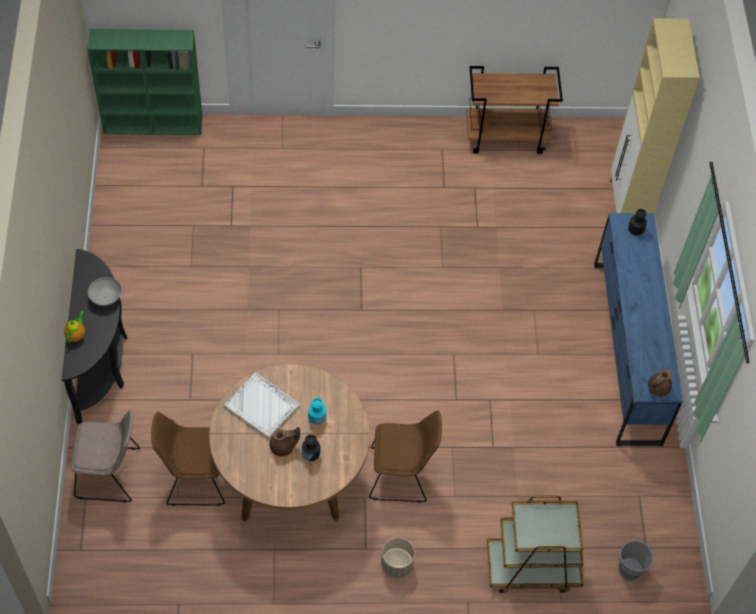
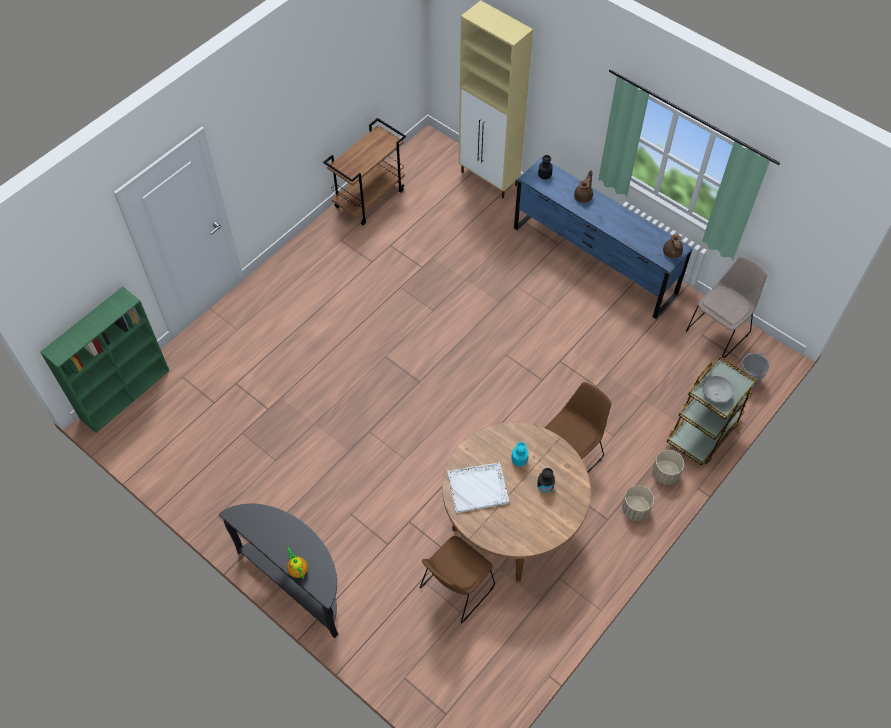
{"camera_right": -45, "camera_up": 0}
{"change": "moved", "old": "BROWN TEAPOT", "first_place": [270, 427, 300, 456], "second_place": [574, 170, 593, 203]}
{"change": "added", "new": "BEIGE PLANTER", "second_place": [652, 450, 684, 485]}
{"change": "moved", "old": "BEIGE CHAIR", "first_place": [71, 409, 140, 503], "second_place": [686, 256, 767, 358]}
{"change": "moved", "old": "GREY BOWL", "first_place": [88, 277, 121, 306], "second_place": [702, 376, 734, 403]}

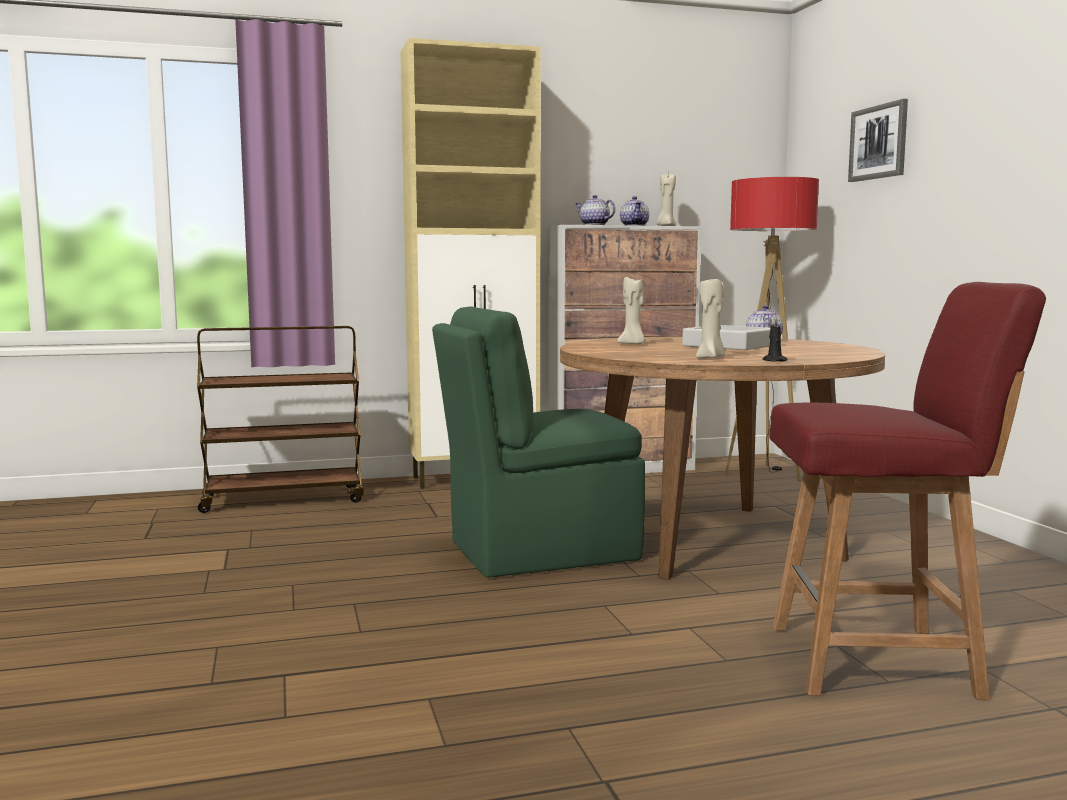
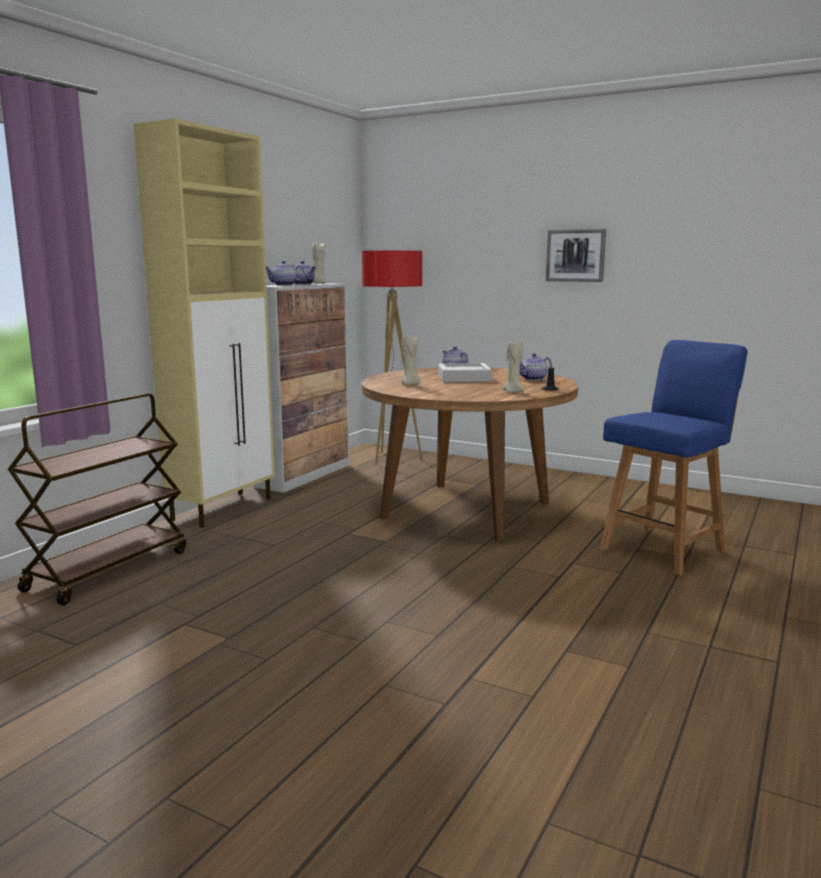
{"camera_right": -45, "camera_up": 5}
{"change": "added", "new": "TEAPOT", "second_place": [520, 353, 551, 381]}
{"change": "moved", "old": "PICTURE", "first_place": [848, 99, 908, 182], "second_place": [546, 229, 606, 282]}
{"change": "recoloured", "old": "RED CHAIR", "new": "BLUE CHAIR", "first_place": [769, 282, 1046, 700], "second_place": [600, 340, 748, 575]}
{"change": "removed", "old": "GREEN CHAIR", "first_place": [432, 306, 645, 578]}

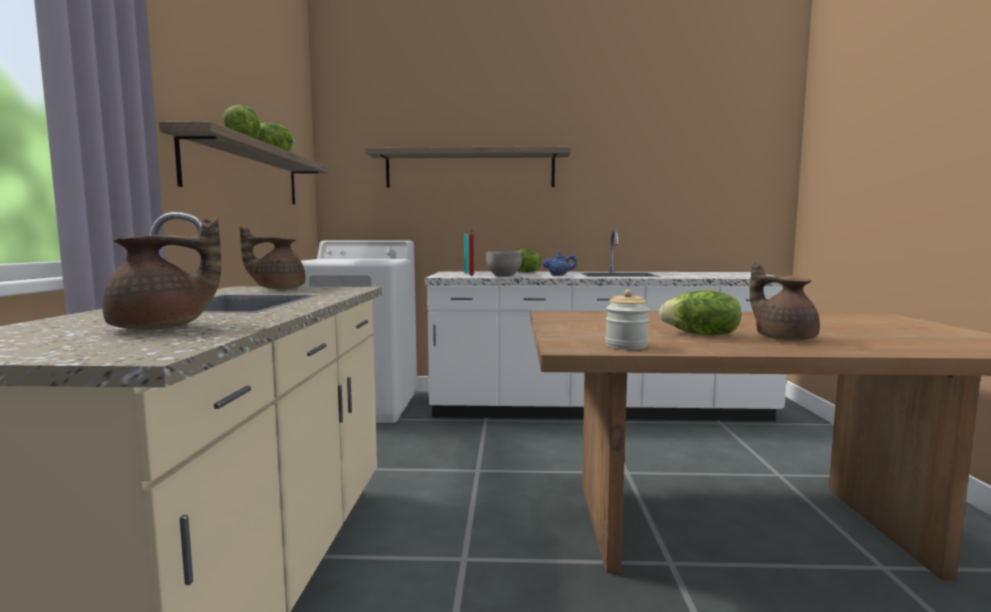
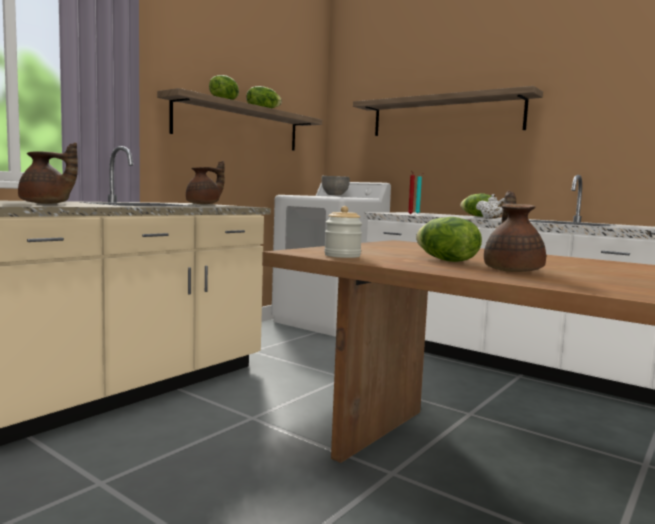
{"camera_right": 35, "camera_up": 0}
{"change": "turned", "old": "BROWN TEAPOT", "first_place": [240, 226, 305, 289], "second_place": [186, 161, 224, 204], "degrees": 120}
{"change": "moved", "old": "GREY BOWL", "first_place": [486, 251, 522, 276], "second_place": [321, 176, 350, 195]}
{"change": "recoloured", "old": "BLUE TEAPOT", "new": "WHITE TEAPOT", "first_place": [542, 251, 577, 276], "second_place": [476, 194, 504, 219]}

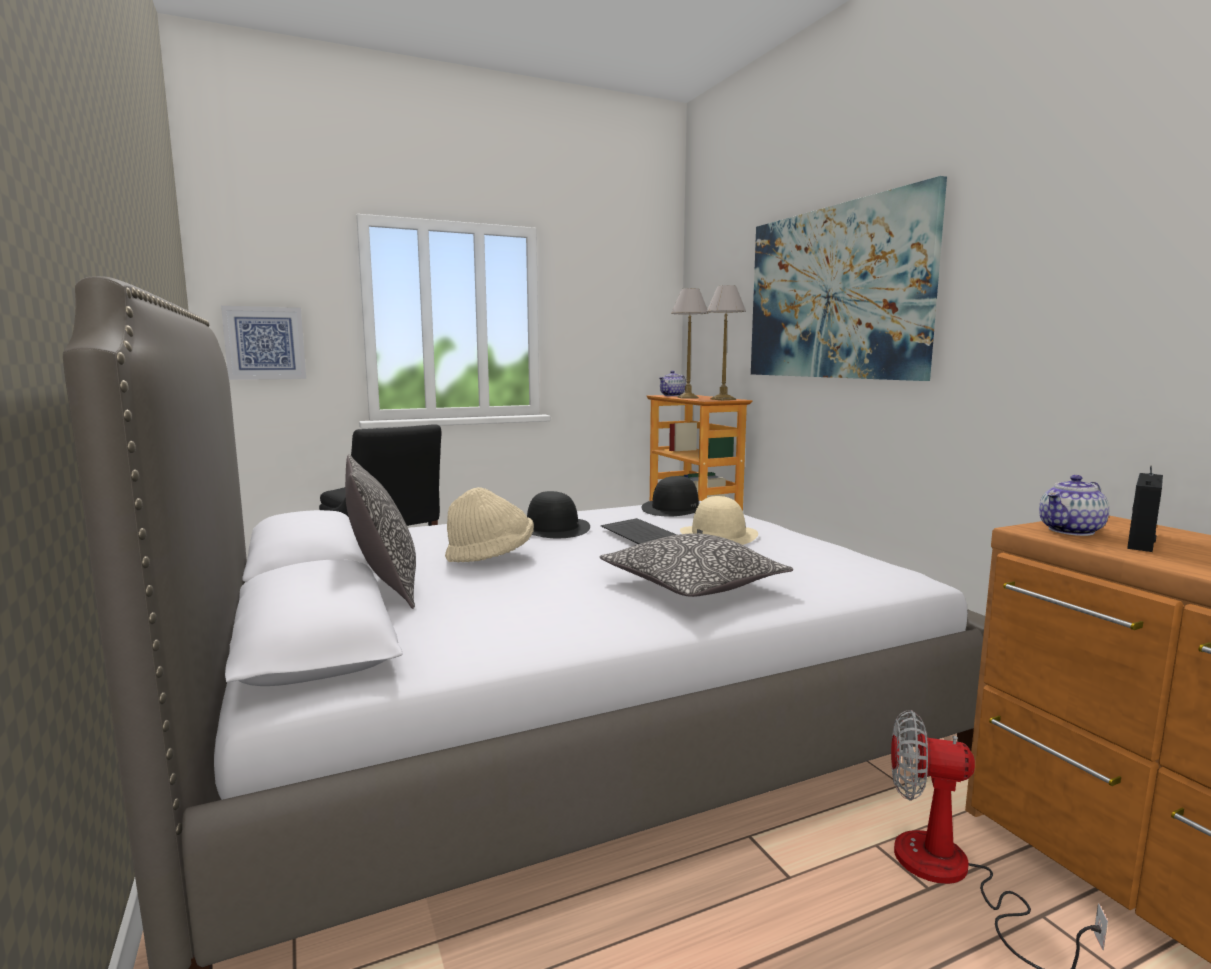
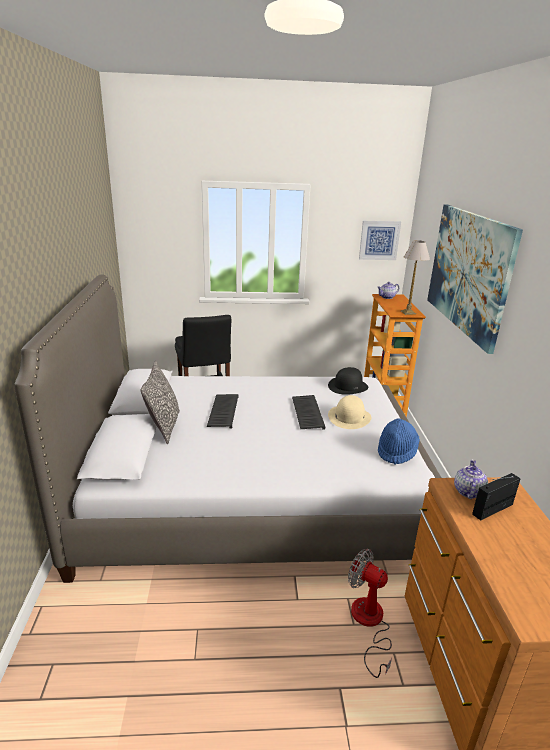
{"camera_right": 20, "camera_up": 15}
{"change": "replaced", "old": "BEIGE HAT", "new": "KEYBOARD", "first_place": [445, 487, 534, 562], "second_place": [207, 394, 239, 429]}
{"change": "moved", "old": "PICTURE", "first_place": [221, 306, 306, 380], "second_place": [359, 221, 401, 260]}
{"change": "added", "new": "BLUE HAT", "second_place": [378, 418, 420, 464]}
{"change": "turned", "old": "TEAPOT", "first_place": [1039, 475, 1109, 536], "second_place": [454, 459, 488, 499], "degrees": 120}
{"change": "removed", "old": "BLACK HAT", "first_place": [527, 491, 590, 538]}
{"change": "removed", "old": "PILLOW", "first_place": [599, 534, 793, 597]}
{"change": "removed", "old": "TABLE LAMP", "first_place": [671, 288, 709, 399]}

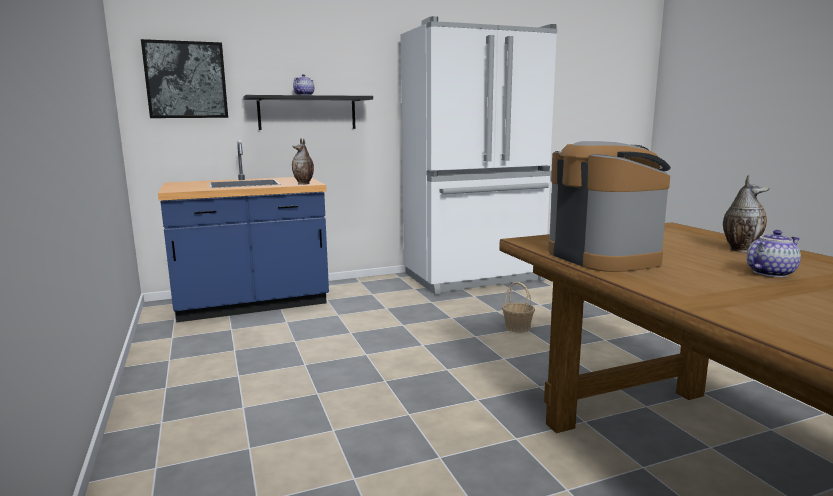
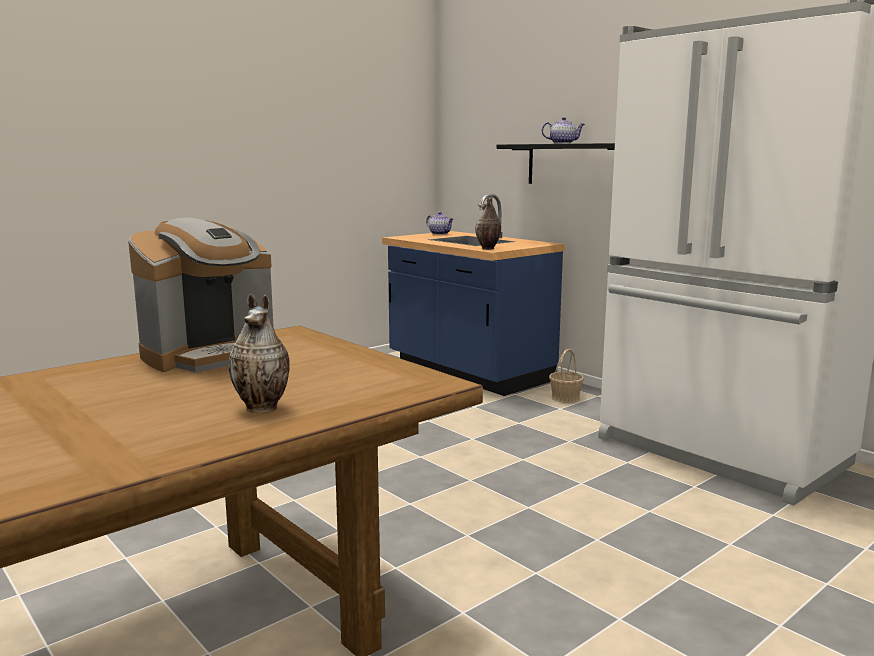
{"camera_right": 70, "camera_up": 0}
{"change": "moved", "old": "TEAPOT", "first_place": [747, 230, 801, 277], "second_place": [426, 212, 454, 235]}
{"change": "moved", "old": "BASKET", "first_place": [502, 282, 535, 333], "second_place": [549, 349, 584, 403]}
{"change": "removed", "old": "PICTURE", "first_place": [141, 39, 228, 118]}

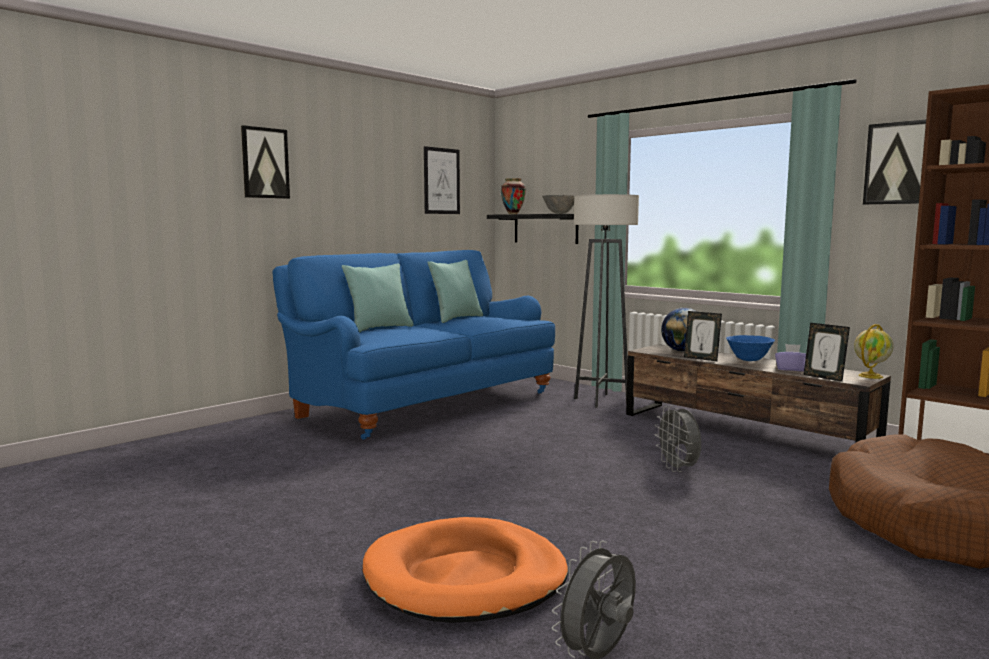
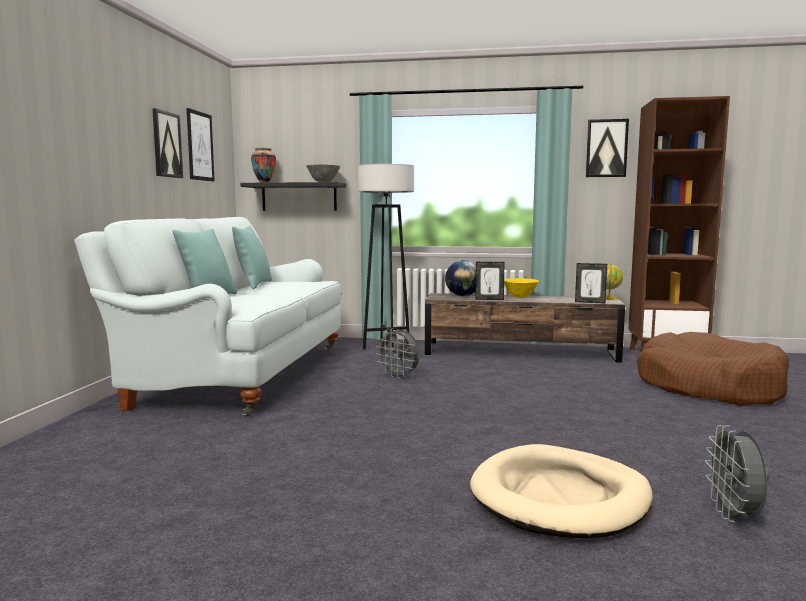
{"camera_right": -35, "camera_up": 0}
{"change": "recoloured", "old": "BLUE SOFA", "new": "WHITE SOFA", "first_place": [273, 250, 555, 440], "second_place": [74, 217, 341, 415]}
{"change": "moved", "old": "PICTURE", "first_place": [241, 125, 290, 199], "second_place": [152, 108, 183, 178]}
{"change": "moved", "old": "GREY FAN", "first_place": [655, 405, 701, 472], "second_place": [376, 328, 420, 378]}
{"change": "recoloured", "old": "ORANGE DOG BED", "new": "BEIGE DOG BED", "first_place": [363, 517, 568, 623], "second_place": [470, 444, 653, 538]}
{"change": "recoloured", "old": "BLUE BOWL", "new": "YELLOW BOWL", "first_place": [726, 335, 775, 361], "second_place": [504, 278, 539, 298]}
{"change": "removed", "old": "PURPLE TISSUE BOX", "first_place": [775, 344, 806, 371]}

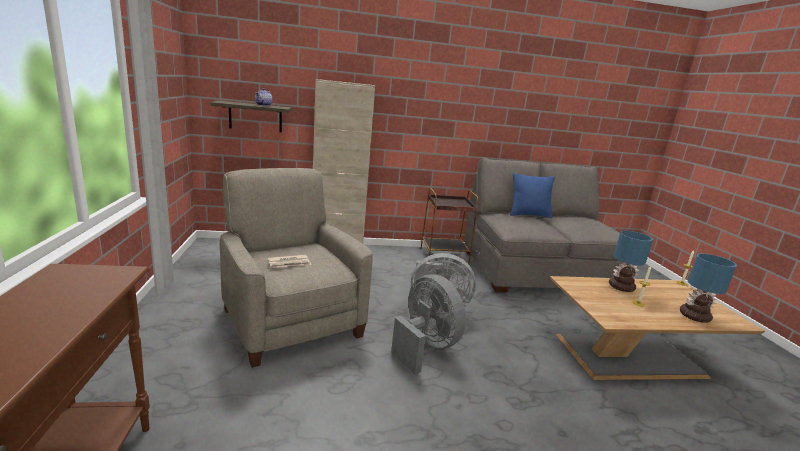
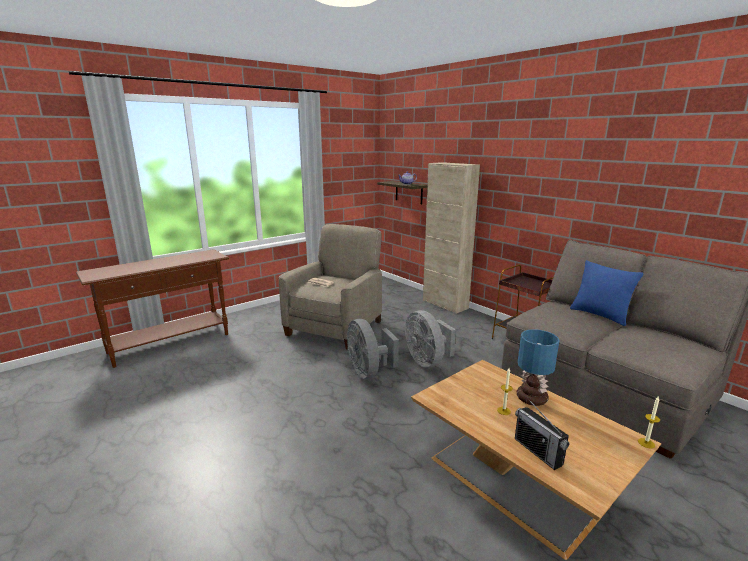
{"camera_right": 60, "camera_up": 0}
{"change": "turned", "old": "GREY FAN", "first_place": [391, 274, 466, 374], "second_place": [347, 319, 399, 379], "degrees": 135}
{"change": "replaced", "old": "TABLE LAMP", "new": "RADIO", "first_place": [680, 253, 737, 323], "second_place": [515, 398, 570, 470]}

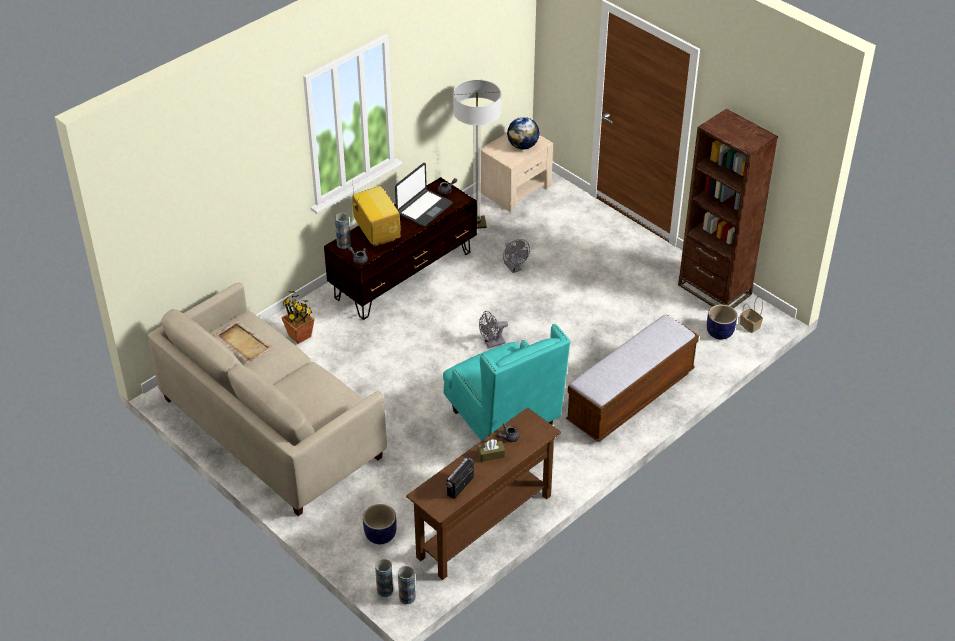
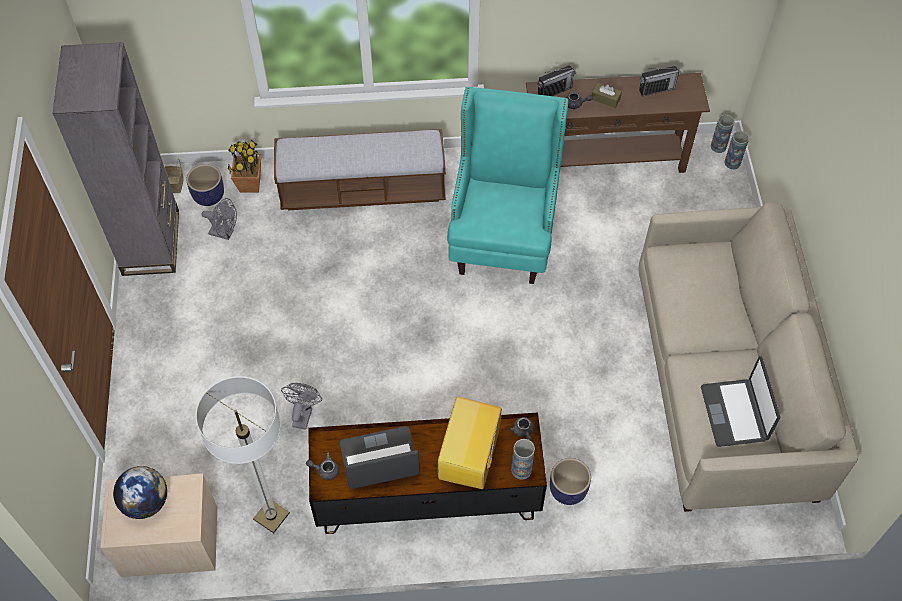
{"camera_right": -140, "camera_up": 15}
{"change": "recoloured", "old": "BROWN BOOKCASE", "new": "GREY BOOKCASE", "first_place": [678, 109, 778, 308], "second_place": [52, 42, 179, 276]}
{"change": "moved", "old": "GREY FAN", "first_place": [479, 311, 508, 348], "second_place": [202, 198, 237, 240]}
{"change": "moved", "old": "POTTED PLANT", "first_place": [281, 291, 315, 344], "second_place": [228, 140, 261, 193]}
{"change": "added", "new": "RADIO", "second_place": [537, 65, 576, 96]}
{"change": "moved", "old": "PLANTER", "first_place": [363, 504, 397, 544], "second_place": [550, 458, 591, 505]}
{"change": "replaced", "old": "BEIGE TRAY", "new": "LAPTOP", "first_place": [214, 320, 274, 363], "second_place": [701, 356, 780, 447]}

